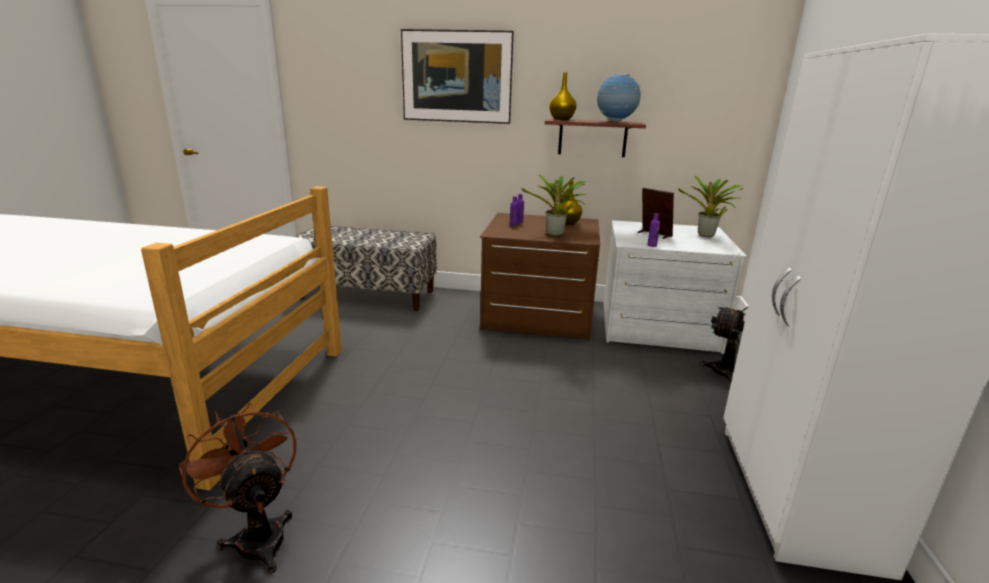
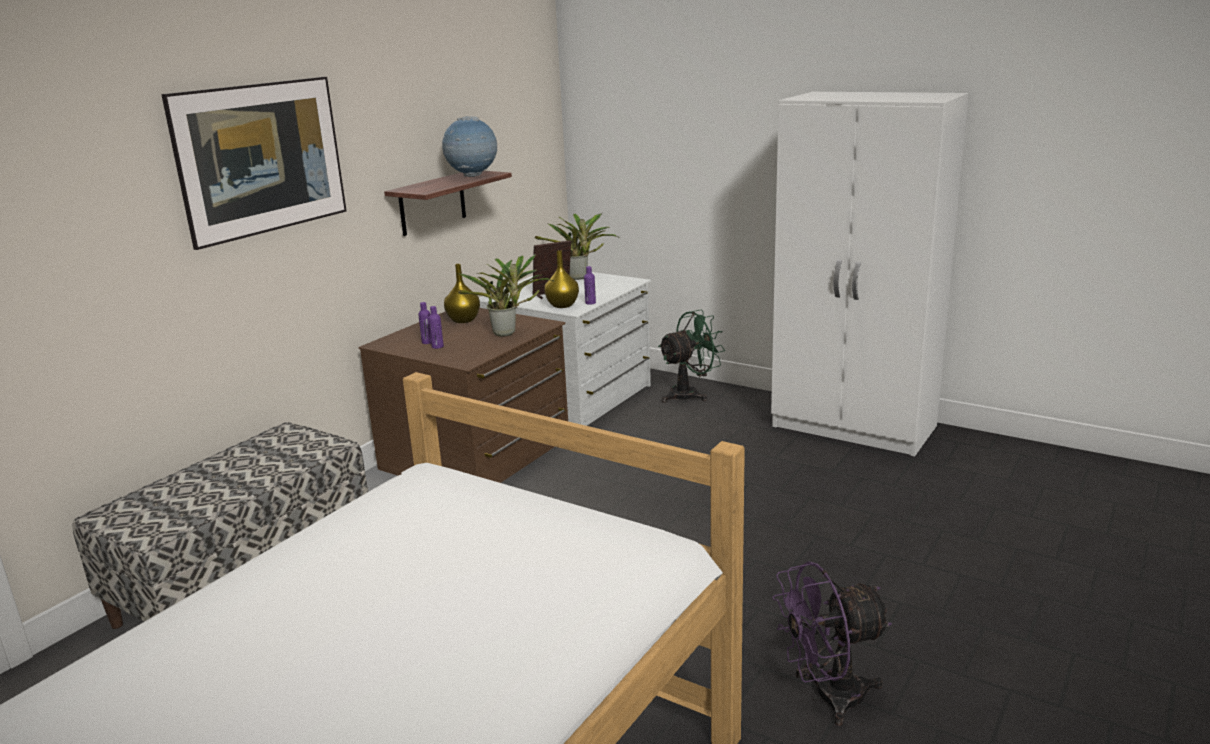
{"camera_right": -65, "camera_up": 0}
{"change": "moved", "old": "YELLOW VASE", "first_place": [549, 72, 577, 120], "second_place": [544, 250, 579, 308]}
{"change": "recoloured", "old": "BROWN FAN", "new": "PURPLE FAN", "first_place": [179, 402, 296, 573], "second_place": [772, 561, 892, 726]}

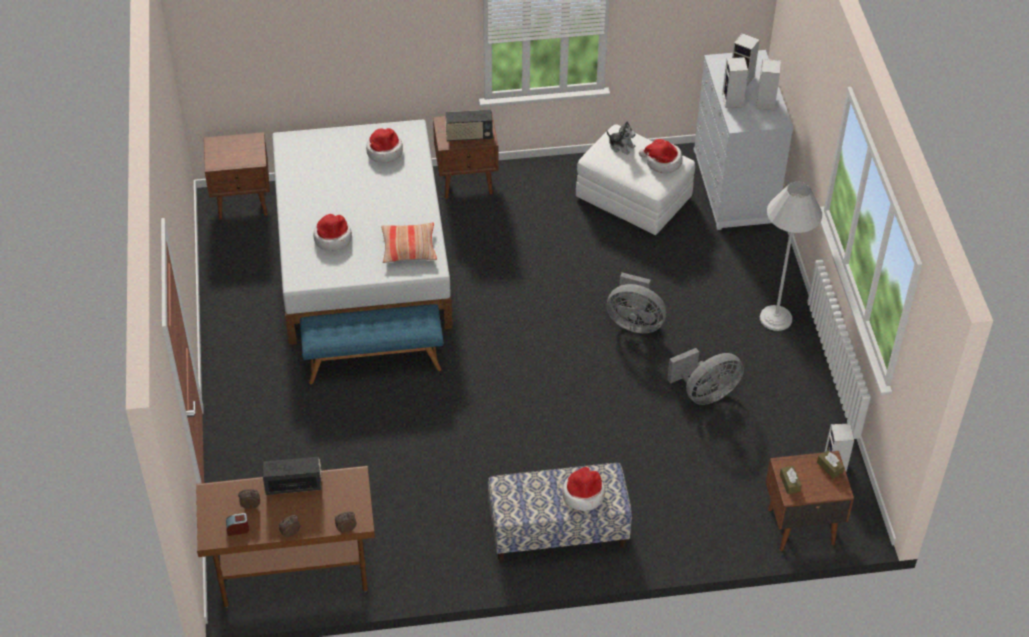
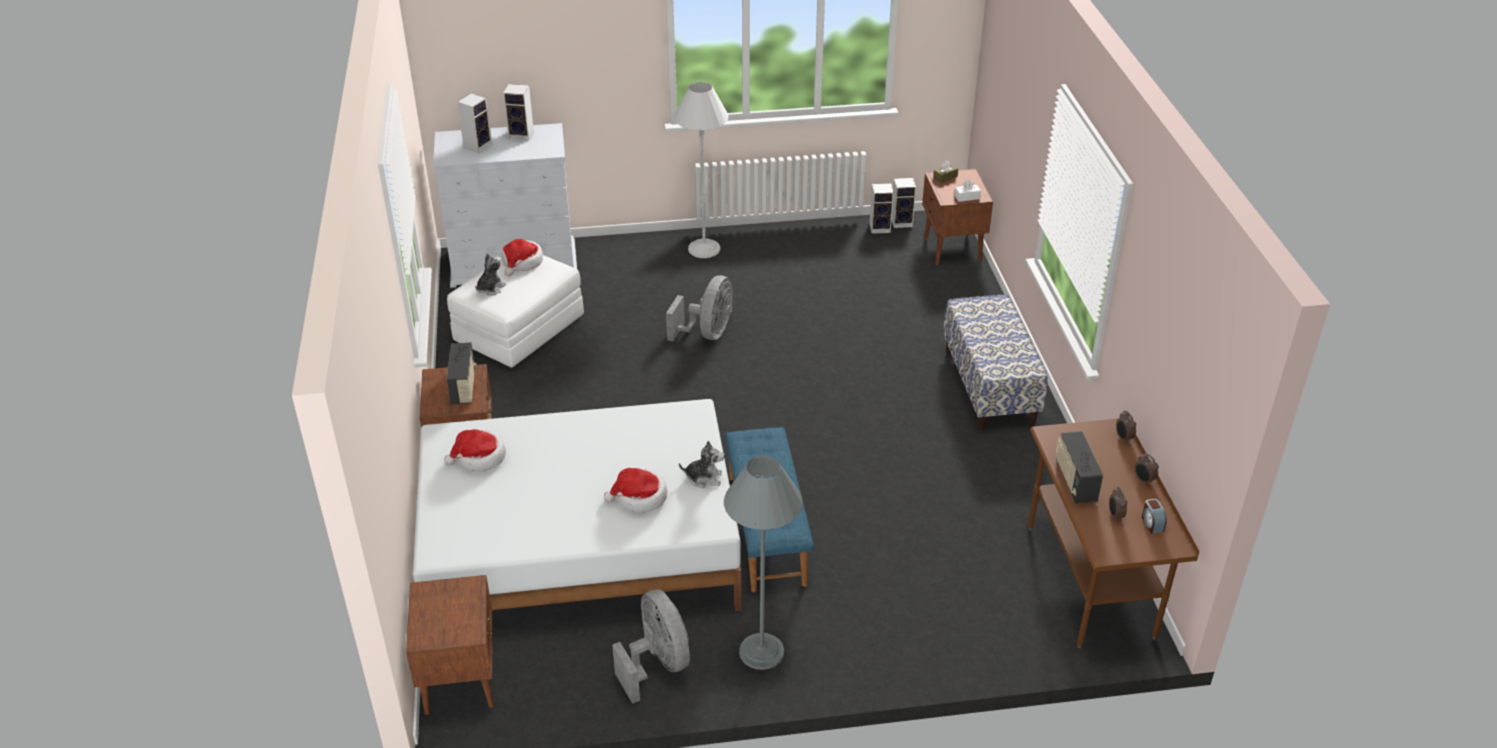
{"camera_right": -90, "camera_up": -10}
{"change": "moved", "old": "GREY FAN", "first_place": [667, 348, 744, 405], "second_place": [612, 589, 690, 704]}
{"change": "added", "new": "PLUSH TOY", "second_place": [679, 441, 725, 488]}
{"change": "added", "new": "GREY FLOOR LAMP", "second_place": [724, 456, 803, 670]}
{"change": "moved", "old": "SPEAKER", "first_place": [722, 57, 748, 108], "second_place": [892, 178, 916, 228]}
{"change": "recoloured", "old": "BROWN TISSUE BOX", "new": "WHITE TISSUE BOX", "first_place": [780, 466, 802, 494], "second_place": [954, 180, 981, 202]}
{"change": "removed", "old": "PILLOW", "first_place": [381, 223, 437, 263]}
{"change": "removed", "old": "HAT", "first_place": [562, 466, 605, 511]}

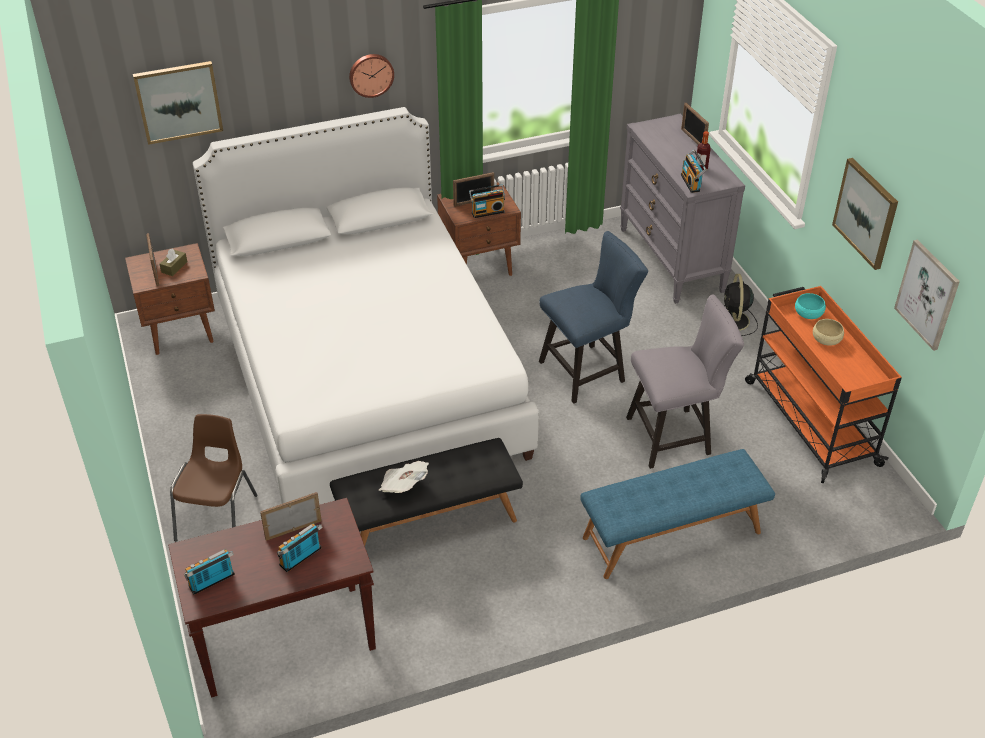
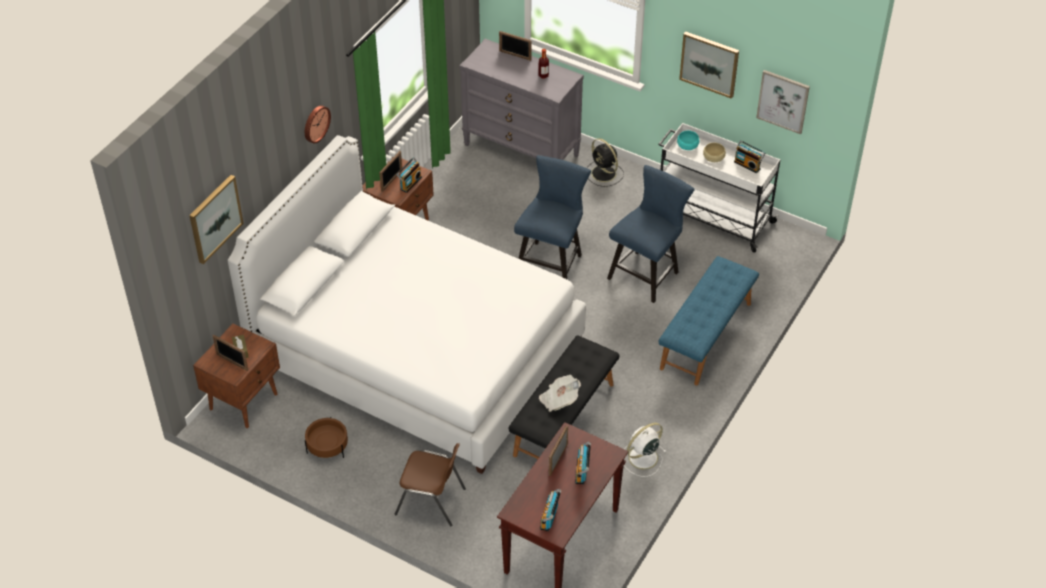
{"camera_right": -40, "camera_up": 5}
{"change": "added", "new": "BROWN PLANTER", "second_place": [305, 417, 348, 458]}
{"change": "turned", "old": "BROWN CHAIR", "first_place": [170, 414, 257, 541], "second_place": [395, 443, 466, 526], "degrees": 135}
{"change": "recoloured", "old": "GREY CHAIR", "new": "BLUE CHAIR", "first_place": [626, 294, 744, 469], "second_place": [607, 165, 695, 303]}
{"change": "added", "new": "WHITE FAN", "second_place": [624, 423, 666, 477]}
{"change": "recoloured", "old": "ORANGE CART", "new": "WHITE CART", "first_place": [745, 286, 902, 483], "second_place": [658, 123, 780, 253]}
{"change": "moved", "old": "RADIO", "first_place": [681, 149, 707, 193], "second_place": [734, 140, 765, 173]}

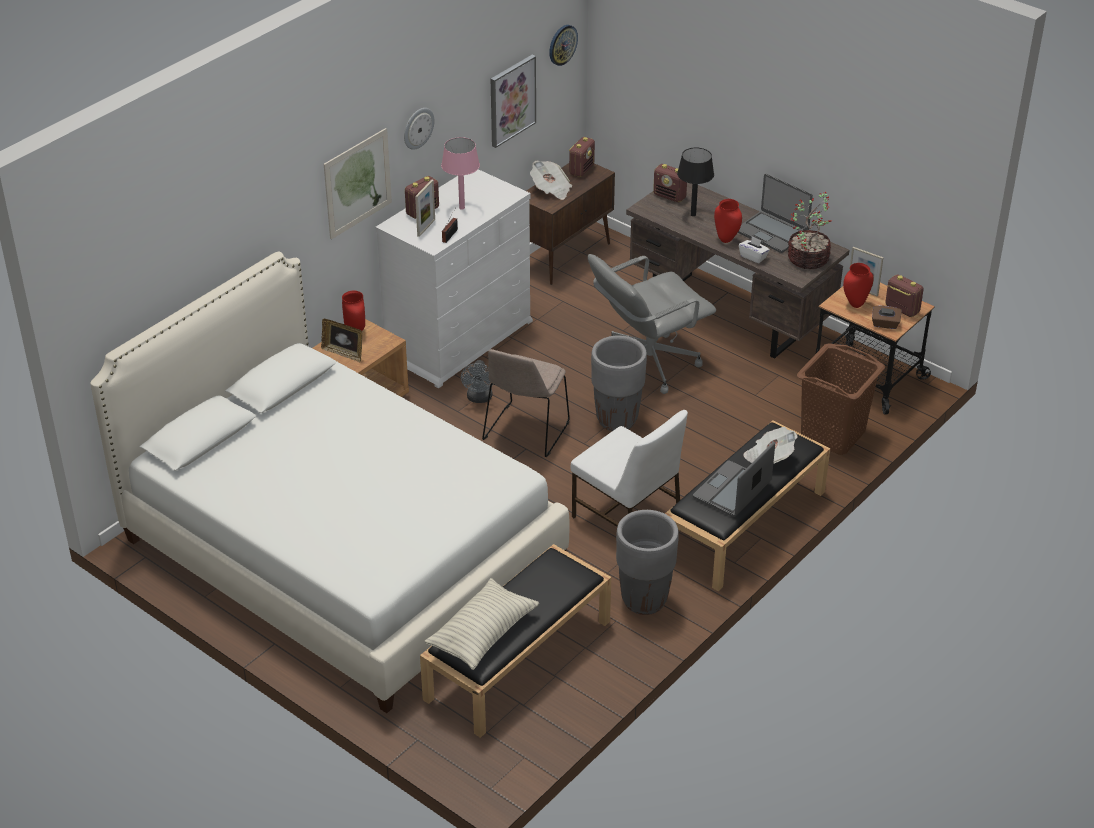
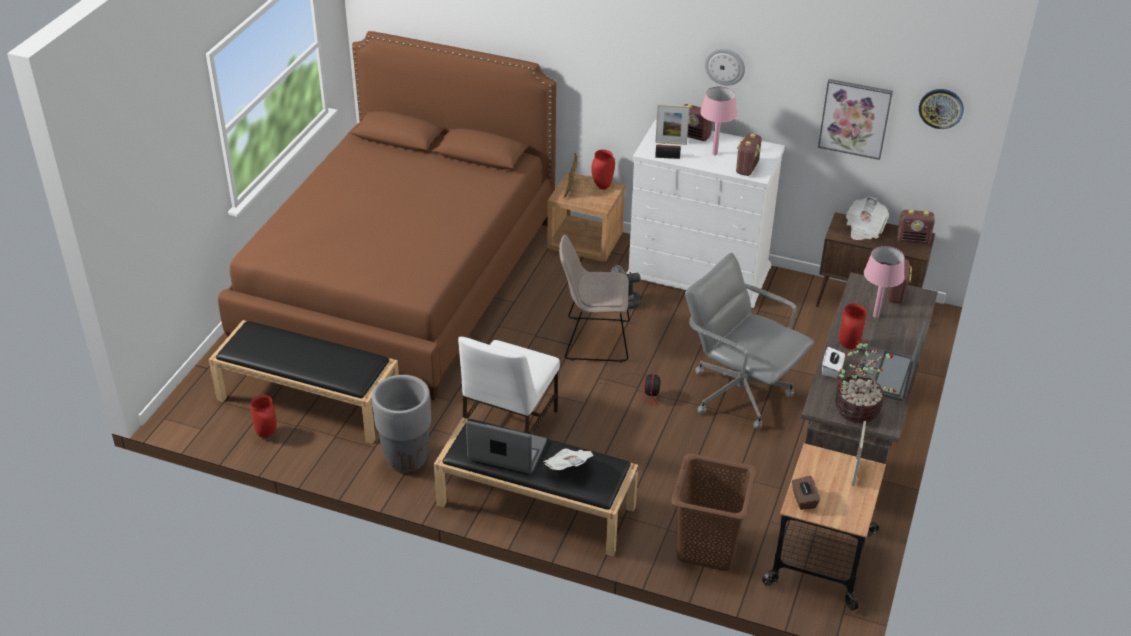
{"camera_right": 70, "camera_up": 0}
{"change": "recoloured", "old": "WHITE BED", "new": "BROWN BED", "first_place": [90, 252, 569, 713], "second_place": [218, 31, 556, 400]}
{"change": "moved", "old": "RED VASE", "first_place": [843, 263, 873, 308], "second_place": [250, 395, 276, 438]}
{"change": "replaced", "old": "GREY PLANTER", "new": "FAN", "first_place": [591, 336, 647, 431], "second_place": [602, 373, 660, 405]}
{"change": "moved", "old": "RADIO", "first_place": [885, 274, 924, 317], "second_place": [736, 133, 762, 176]}
{"change": "recoloured", "old": "BLACK TABLE LAMP", "new": "PINK TABLE LAMP", "first_place": [677, 147, 714, 216], "second_place": [864, 246, 905, 318]}
{"change": "removed", "old": "PICTURE", "first_place": [324, 128, 392, 239]}
{"change": "removed", "old": "PILLOW", "first_place": [425, 578, 539, 670]}

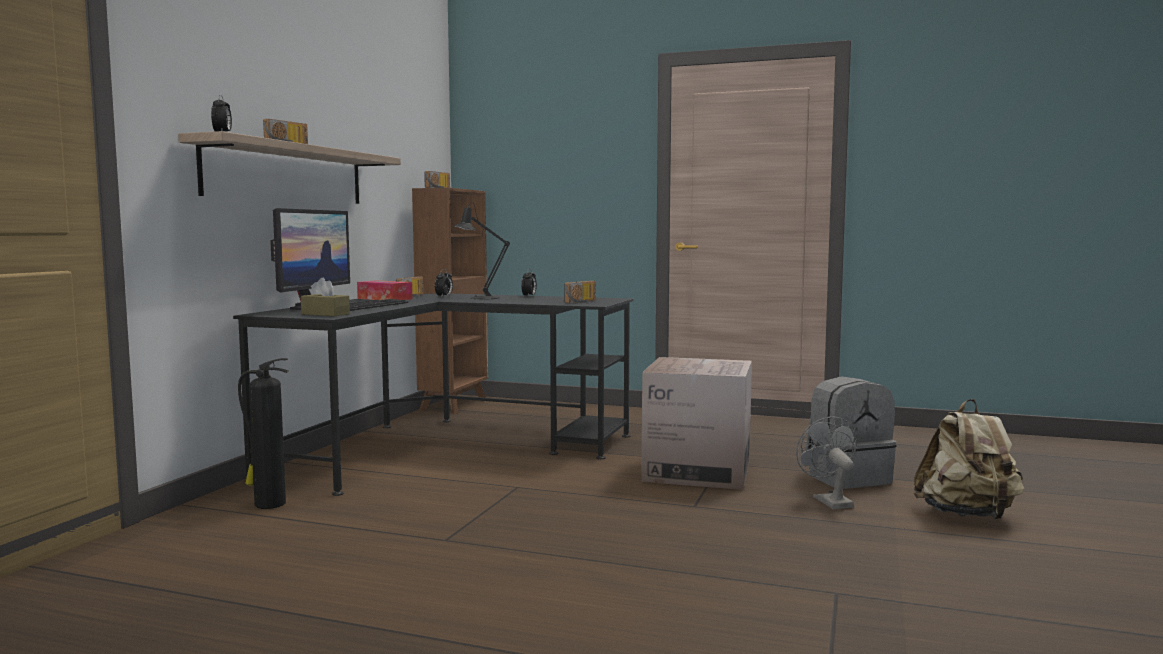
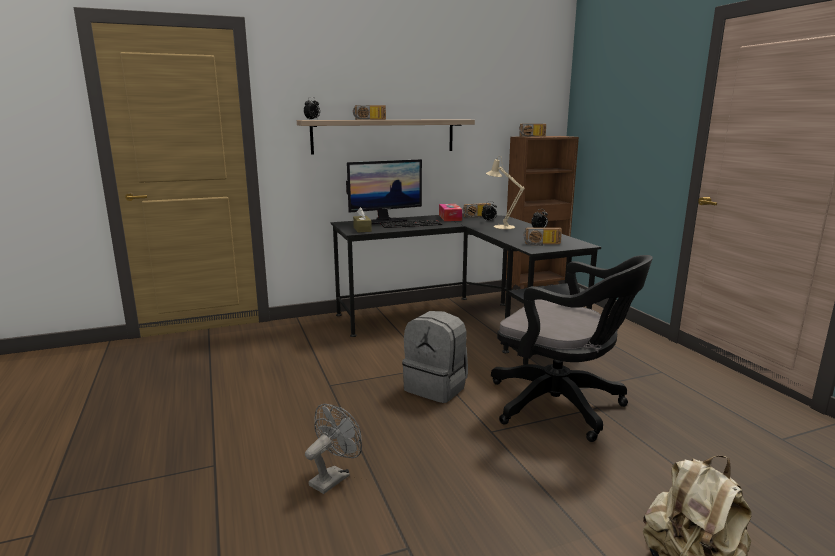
{"camera_right": 50, "camera_up": 10}
{"change": "moved", "old": "GREY FAN", "first_place": [796, 417, 857, 509], "second_place": [305, 404, 362, 494]}
{"change": "moved", "old": "GREY BACKPACK", "first_place": [806, 376, 896, 489], "second_place": [402, 311, 468, 403]}
{"change": "recoloured", "old": "BLACK TABLE LAMP", "new": "BEIGE TABLE LAMP", "first_place": [454, 202, 510, 299], "second_place": [486, 156, 525, 229]}
{"change": "replaced", "old": "CARDBOARD BOX", "new": "BLACK OFFICE CHAIR", "first_place": [641, 357, 752, 490], "second_place": [491, 255, 653, 442]}
{"change": "removed", "old": "FIRE EXTINGUISHER", "first_place": [238, 358, 289, 509]}

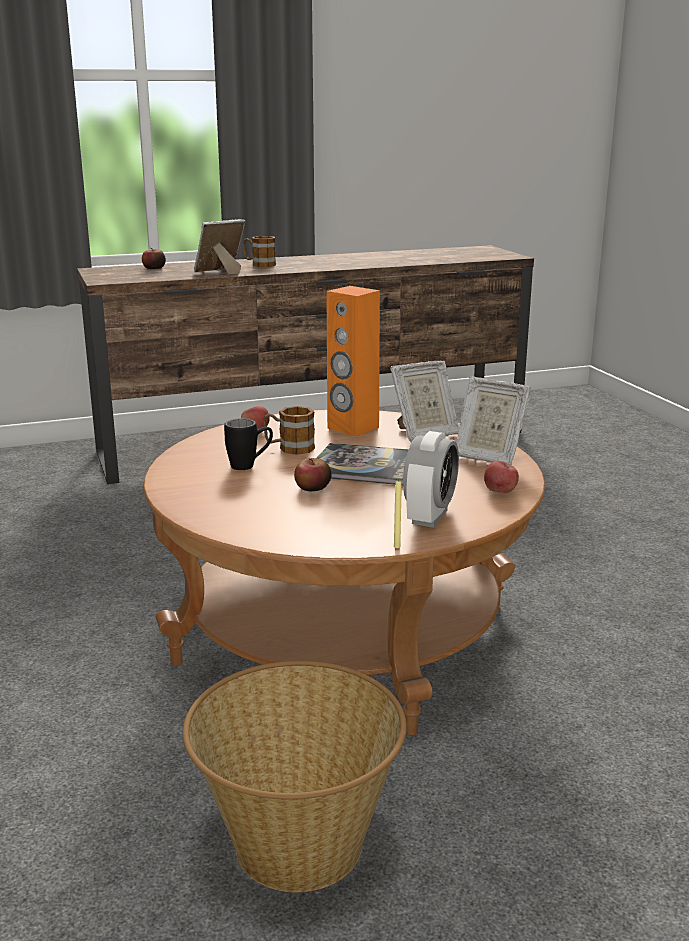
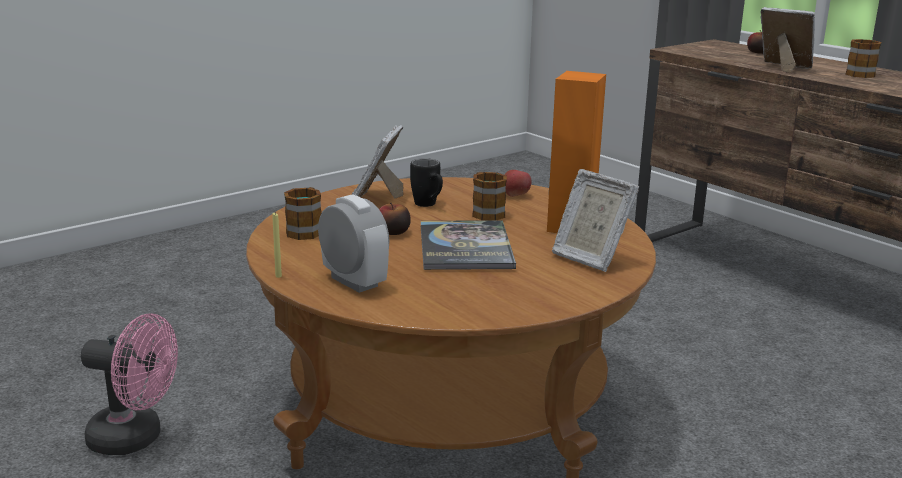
{"camera_right": 70, "camera_up": 0}
{"change": "replaced", "old": "BASKET", "new": "PINK FAN", "first_place": [183, 661, 407, 892], "second_place": [81, 313, 178, 455]}
{"change": "added", "new": "MUG", "second_place": [284, 187, 321, 240]}
{"change": "turned", "old": "ALARM CLOCK", "first_place": [403, 431, 459, 528], "second_place": [318, 194, 390, 293], "degrees": -135}
{"change": "moved", "old": "PICTURE FRAME", "first_place": [456, 377, 530, 465], "second_place": [351, 125, 404, 198]}
{"change": "removed", "old": "APPLE", "first_place": [484, 461, 519, 493]}

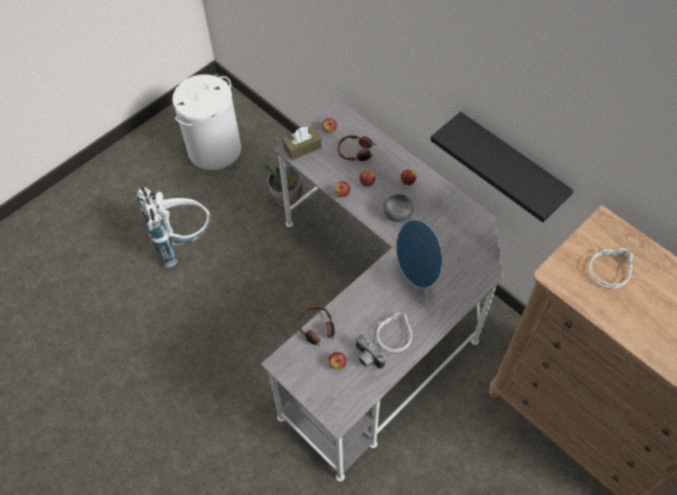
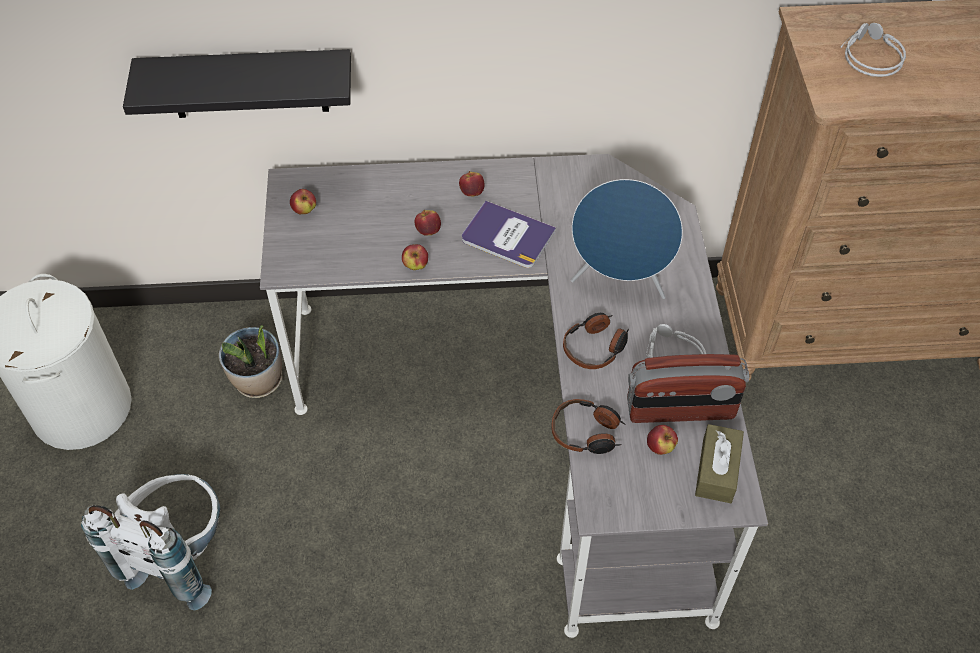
{"camera_right": -50, "camera_up": -5}
{"change": "moved", "old": "BLACK SHELF", "first_place": [430, 112, 574, 222], "second_place": [123, 49, 351, 118]}
{"change": "replaced", "old": "GREY BOWL", "new": "BOOK", "first_place": [383, 193, 413, 222], "second_place": [462, 201, 556, 268]}
{"change": "moved", "old": "HEADPHONES", "first_place": [338, 135, 375, 161], "second_place": [563, 313, 629, 369]}
{"change": "replaced", "old": "PHOTO CAMERA", "new": "RADIO", "first_place": [355, 334, 386, 369], "second_place": [627, 354, 749, 423]}
{"change": "moved", "old": "BROWN TISSUE BOX", "first_place": [283, 126, 322, 160], "second_place": [695, 424, 744, 503]}

